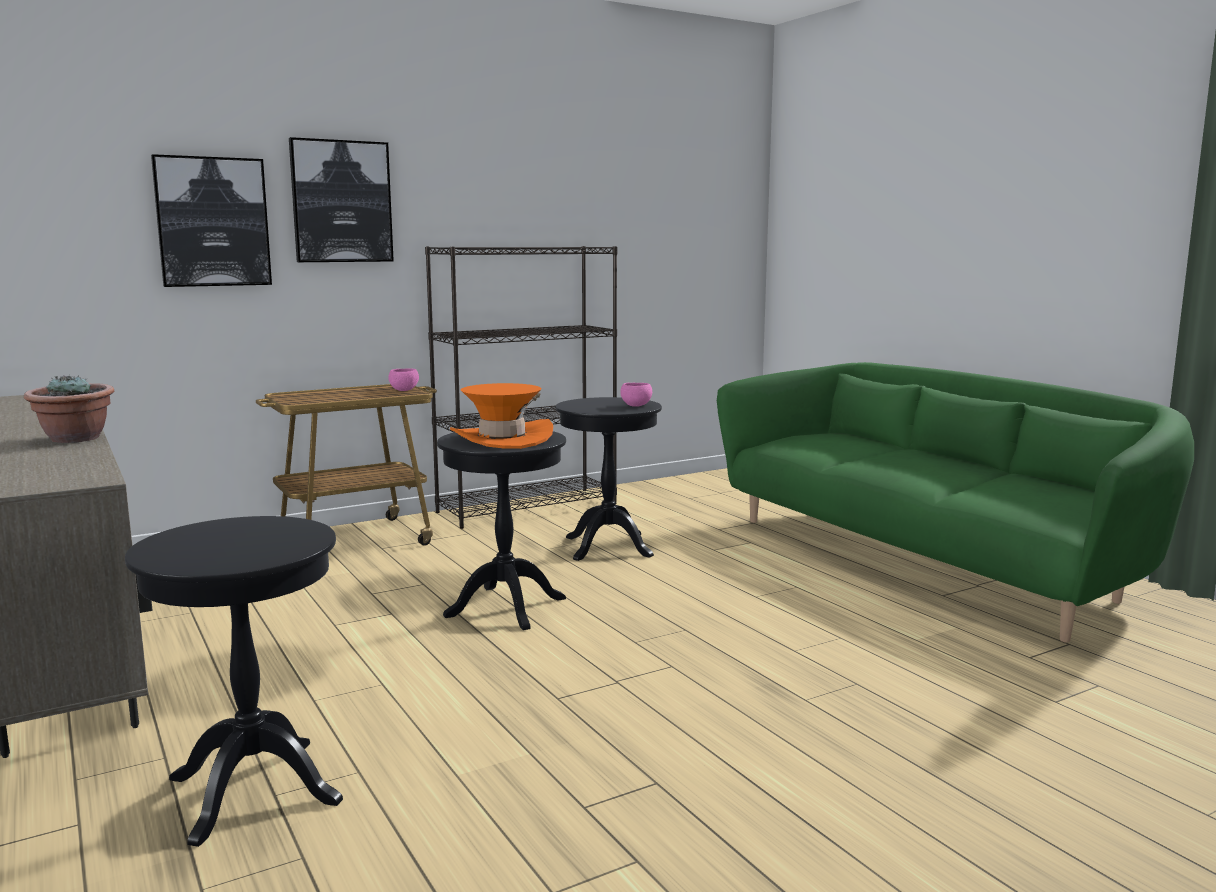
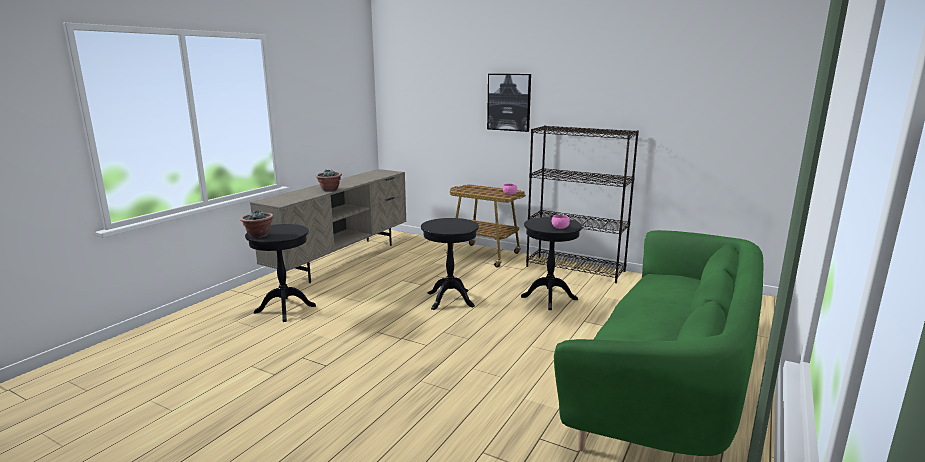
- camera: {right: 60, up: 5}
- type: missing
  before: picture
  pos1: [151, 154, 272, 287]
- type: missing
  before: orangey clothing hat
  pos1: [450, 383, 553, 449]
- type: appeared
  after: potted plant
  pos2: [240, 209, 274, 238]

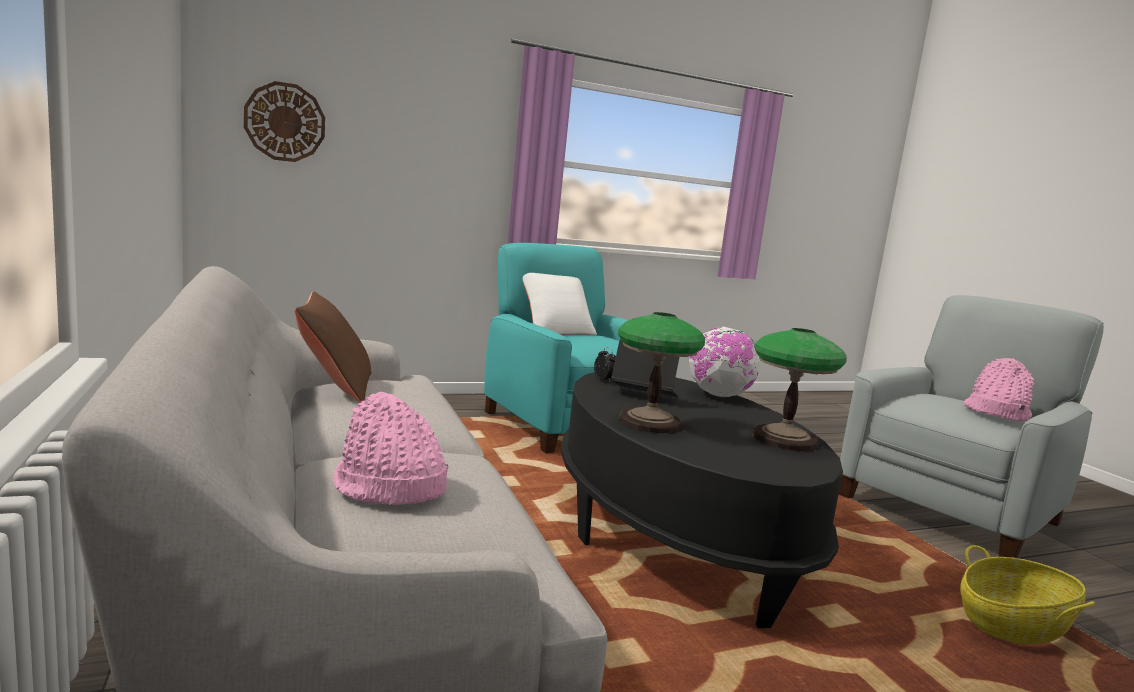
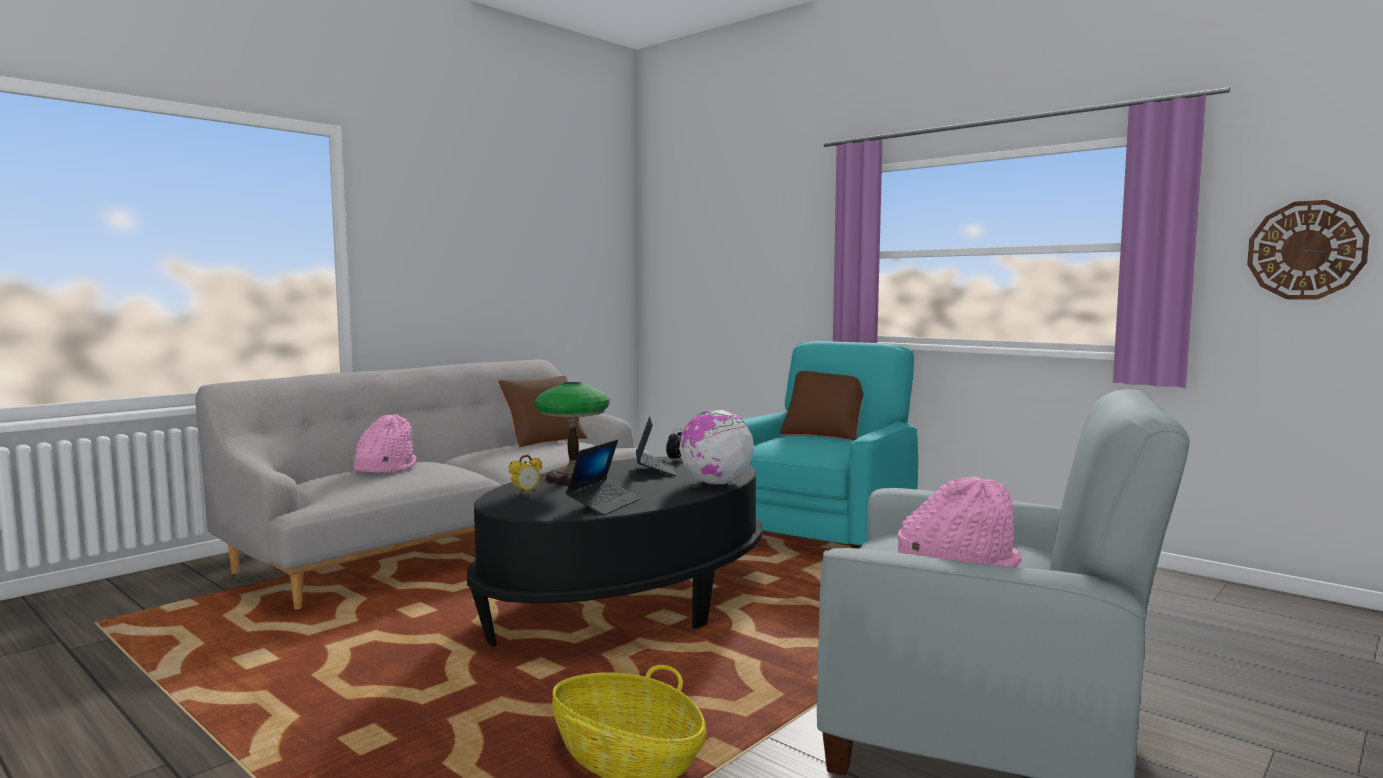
- camera: {right: 65, up: -5}
- type: relocated
  before: hanging clock
  pos1: [244, 81, 325, 162]
  pos2: [1247, 200, 1370, 300]
- type: colour
  before: whitish cushion
  after: brown-coloured cushion
  pos1: [523, 273, 597, 335]
  pos2: [780, 371, 863, 440]
- type: exchanged
  before: lamp for a table
  after: laptop
  pos1: [752, 328, 847, 451]
  pos2: [566, 440, 641, 515]
- type: appeared
  after: table clock
  pos2: [509, 455, 542, 495]

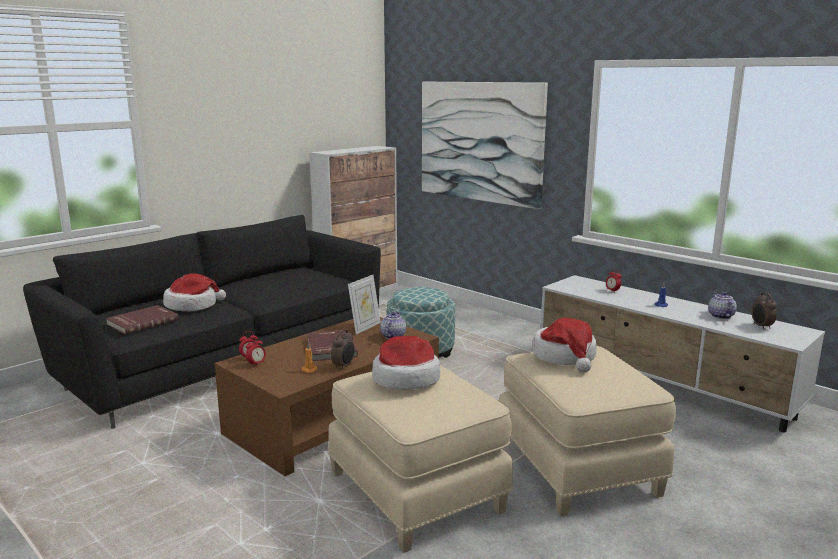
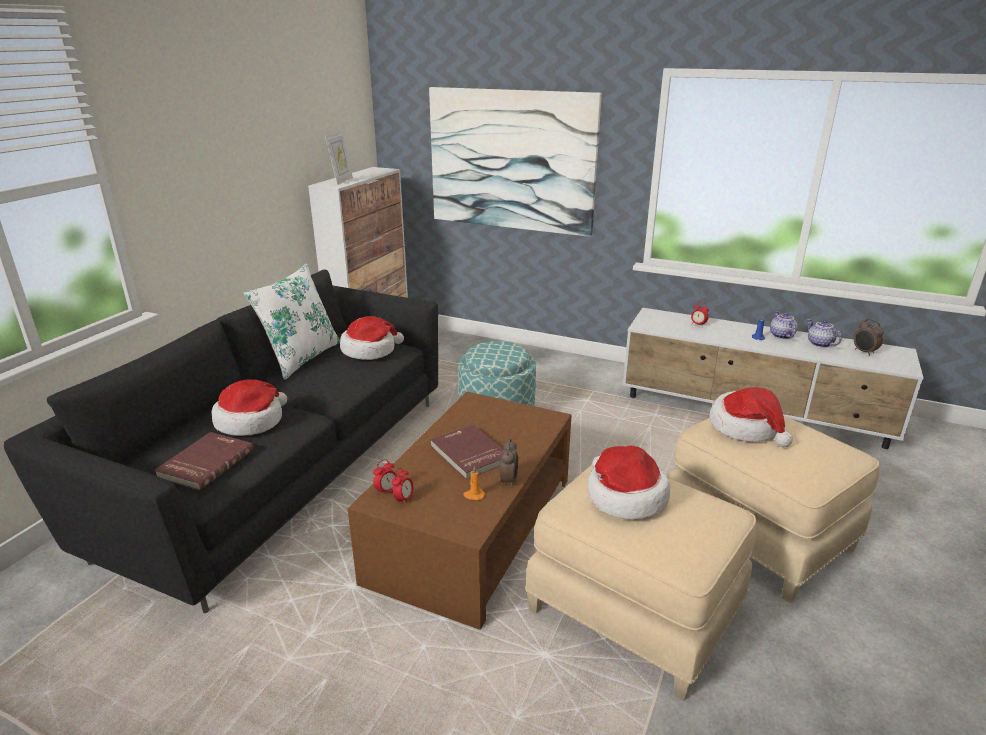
- camera: {right: -20, up: 10}
- type: relocated
  before: standing frame
  pos1: [348, 275, 381, 334]
  pos2: [325, 131, 353, 185]
- type: relocated
  before: teapot
  pos1: [380, 312, 406, 339]
  pos2: [770, 311, 798, 339]
- type: appeared
  after: whitish cushion
  pos2: [244, 264, 340, 380]
- type: appeared
  after: clothing hat
  pos2: [340, 316, 404, 360]

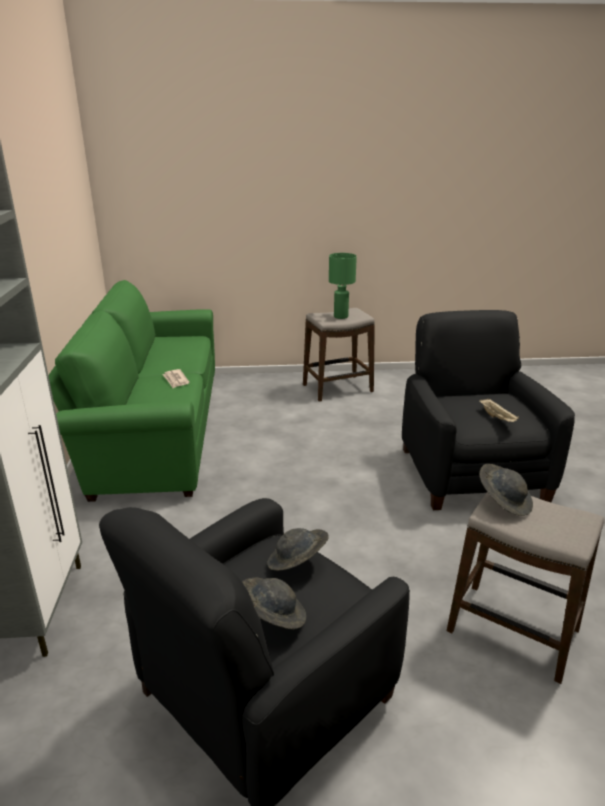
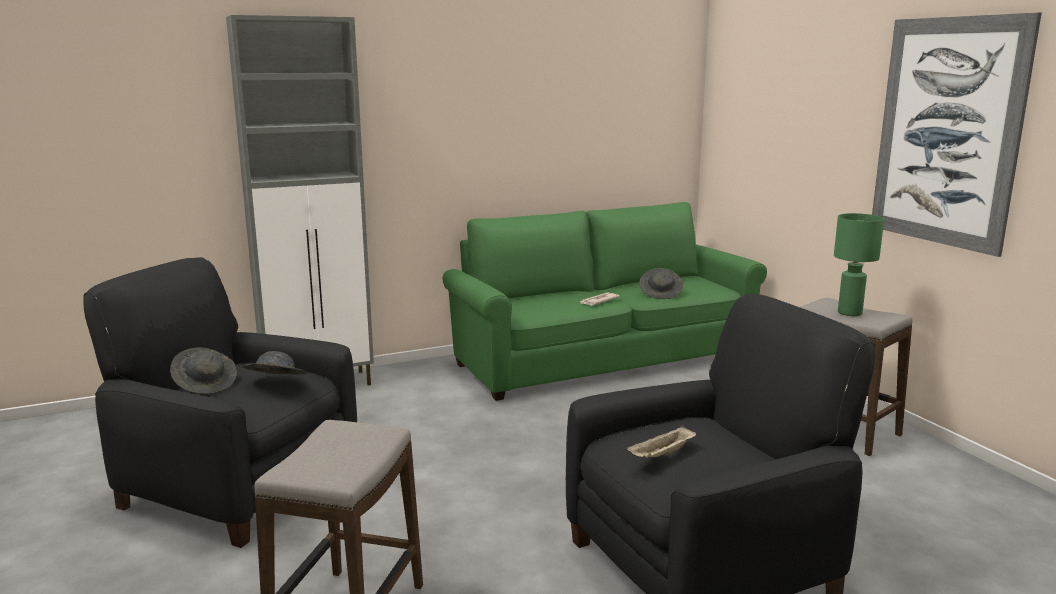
- camera: {right: 70, up: -10}
- type: relocated
  before: grey clothing hat
  pos1: [479, 464, 533, 516]
  pos2: [639, 268, 683, 299]
- type: appeared
  after: picture
  pos2: [872, 12, 1042, 257]

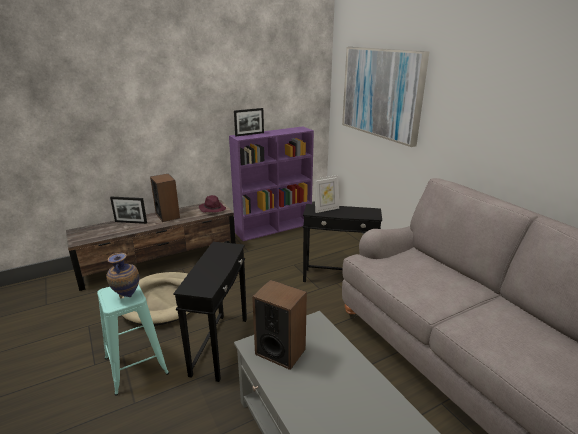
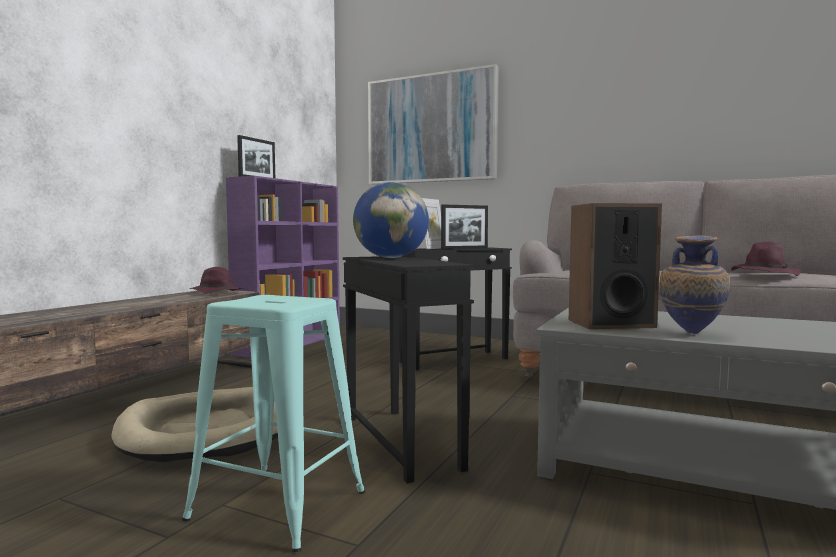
- camera: {right: -35, up: -20}
- type: missing
  before: audio speaker
  pos1: [150, 174, 180, 222]
- type: relocated
  before: standing frame
  pos1: [110, 197, 147, 224]
  pos2: [441, 204, 488, 249]
- type: relocated
  before: vase
  pos1: [106, 253, 139, 297]
  pos2: [660, 235, 730, 334]
- type: appeared
  after: globe
  pos2: [353, 182, 429, 258]
- type: appeared
  after: purplish clothing hat
  pos2: [731, 242, 801, 276]

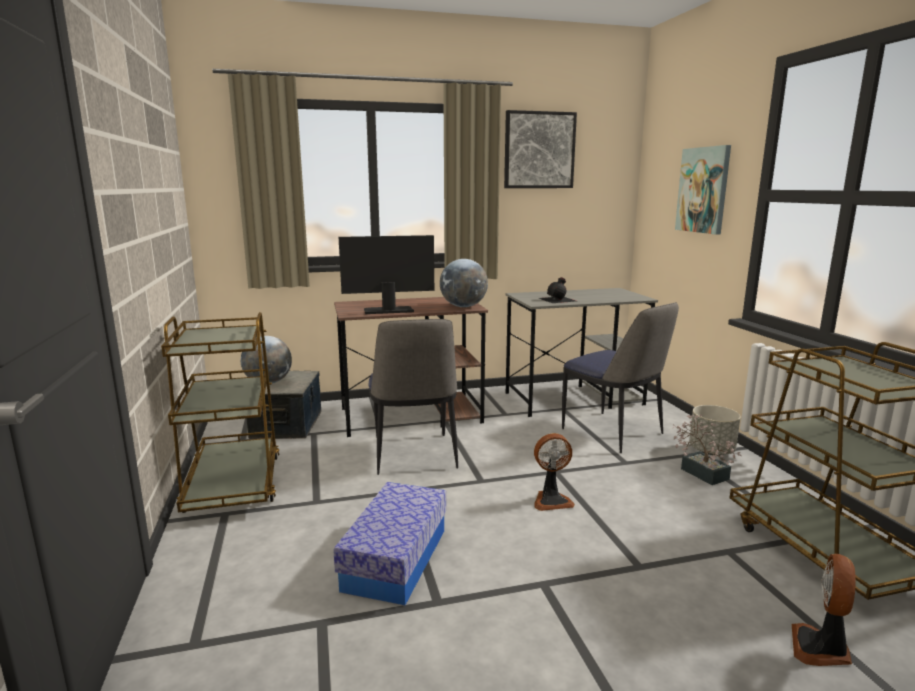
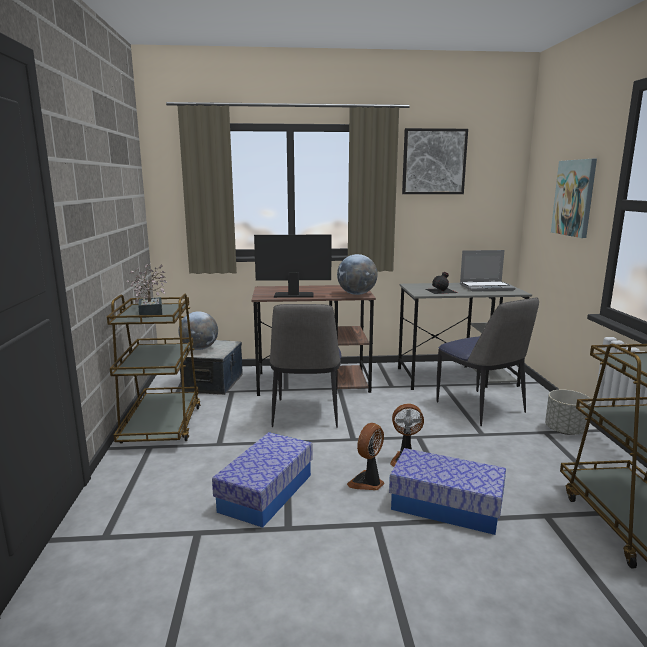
- camera: {right: 10, up: 0}
- type: relocated
  before: potted plant
  pos1: [672, 414, 742, 485]
  pos2: [127, 264, 167, 318]
- type: relocated
  before: cooling fan
  pos1: [792, 554, 856, 666]
  pos2: [347, 423, 384, 490]
- type: appeared
  after: laptop
  pos2: [460, 250, 515, 292]
- type: appeared
  after: storage box
  pos2: [389, 448, 506, 535]

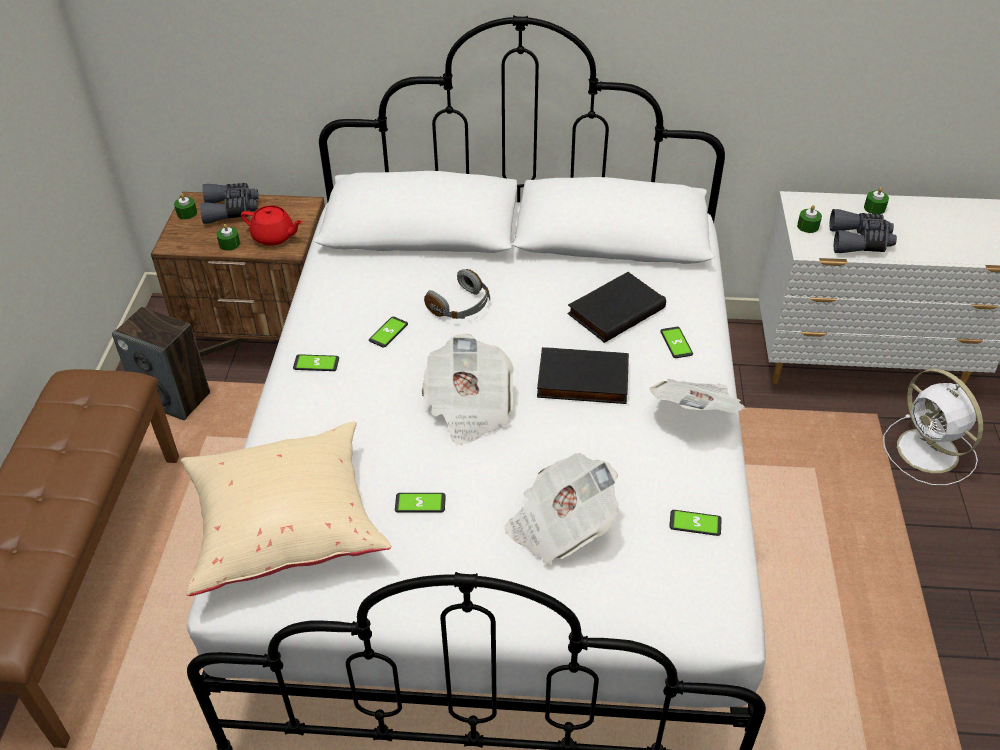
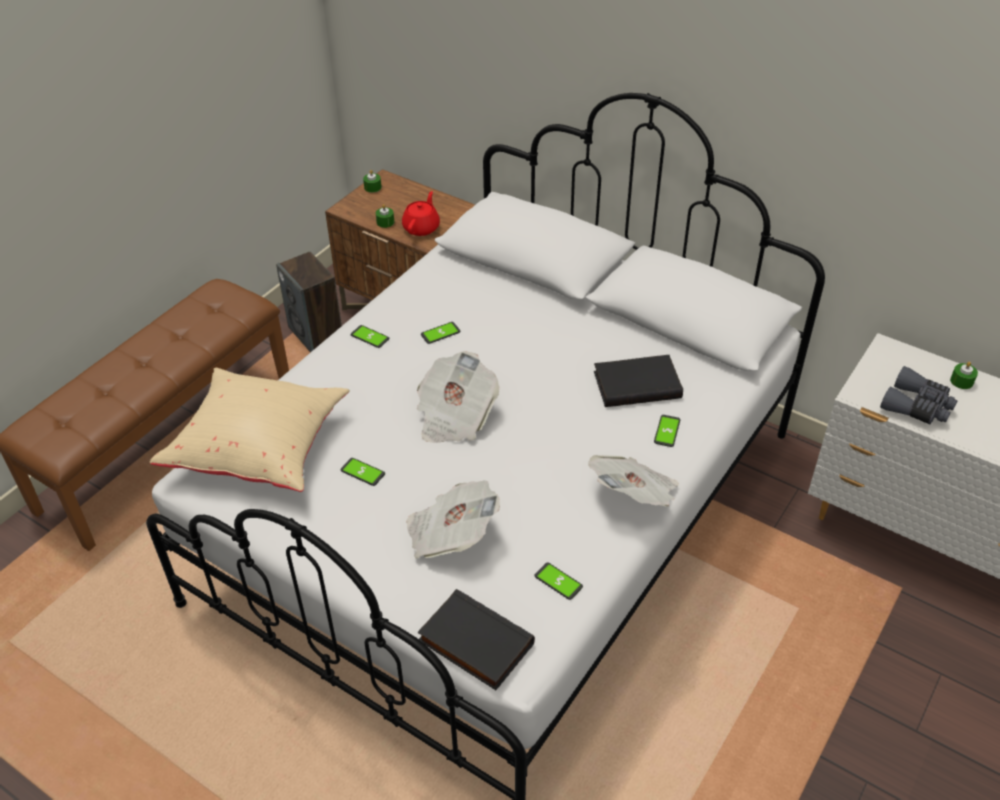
- camera: {right: 30, up: 0}
- type: missing
  before: grey pair of binoculars
  pos1: [200, 183, 259, 224]
- type: spun
  before: red-coloured teapot
  pos1: [241, 205, 303, 246]
  pos2: [402, 191, 440, 236]
  turn: -120
- type: missing
  before: green wax light
  pos1: [797, 205, 822, 233]
- type: missing
  before: grey headset
  pos1: [424, 269, 490, 319]
- type: relocated
  before: black volume
  pos1: [537, 347, 629, 404]
  pos2: [418, 589, 535, 690]
- type: missing
  before: whitish cooling fan
  pos1: [883, 369, 983, 485]

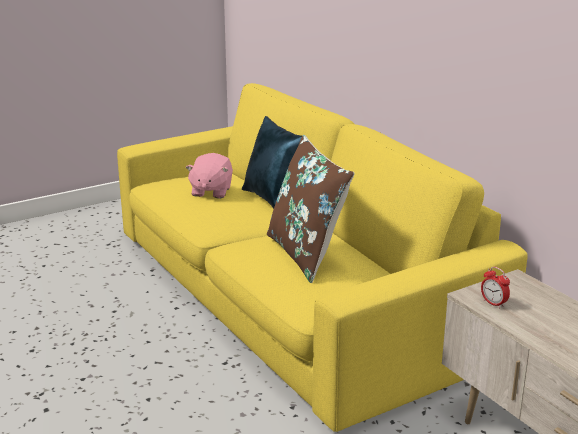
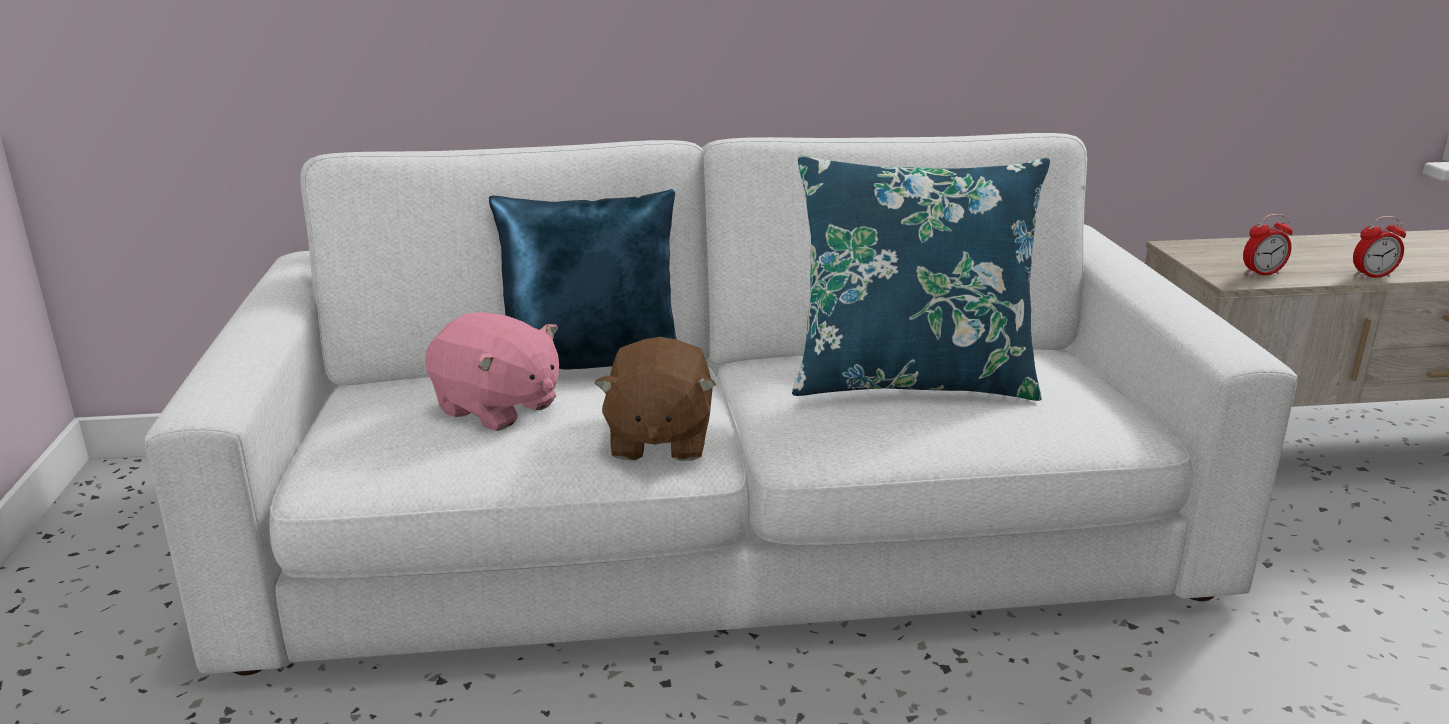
- camera: {right: -65, up: 0}
- type: colour
  before: yellow sofa
  after: whitish sofa
  pos1: [117, 83, 527, 432]
  pos2: [145, 133, 1298, 675]
- type: colour
  before: brown-coloured cushion
  after: blue cushion
  pos1: [267, 135, 354, 283]
  pos2: [792, 156, 1050, 401]
- type: appeared
  after: table clock
  pos2: [1353, 216, 1406, 279]
- type: appeared
  after: brown-coloured cuddly toy
  pos2: [595, 337, 716, 461]

